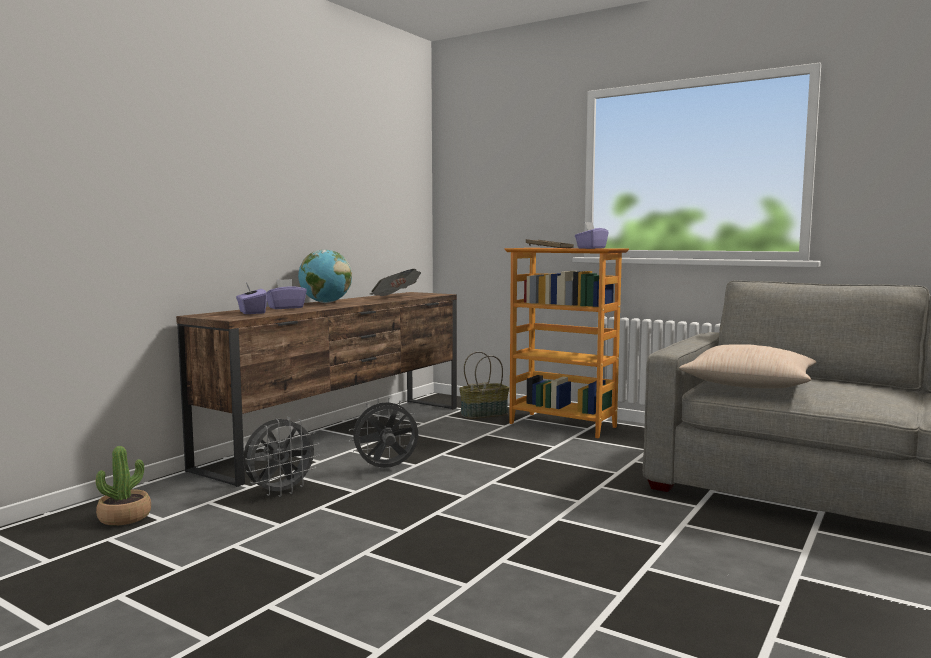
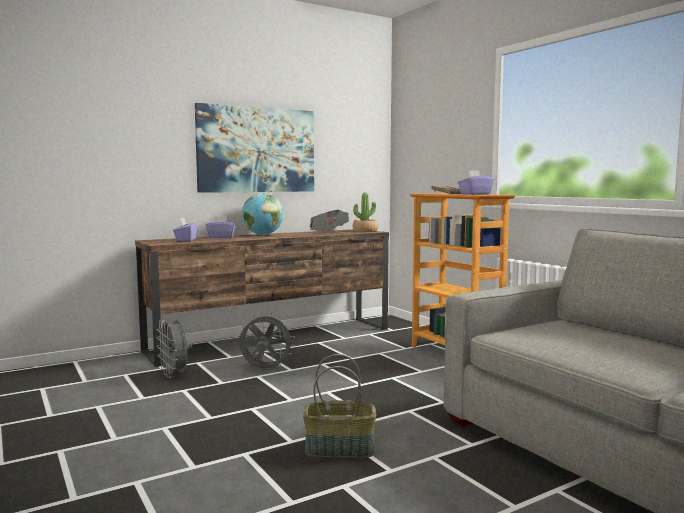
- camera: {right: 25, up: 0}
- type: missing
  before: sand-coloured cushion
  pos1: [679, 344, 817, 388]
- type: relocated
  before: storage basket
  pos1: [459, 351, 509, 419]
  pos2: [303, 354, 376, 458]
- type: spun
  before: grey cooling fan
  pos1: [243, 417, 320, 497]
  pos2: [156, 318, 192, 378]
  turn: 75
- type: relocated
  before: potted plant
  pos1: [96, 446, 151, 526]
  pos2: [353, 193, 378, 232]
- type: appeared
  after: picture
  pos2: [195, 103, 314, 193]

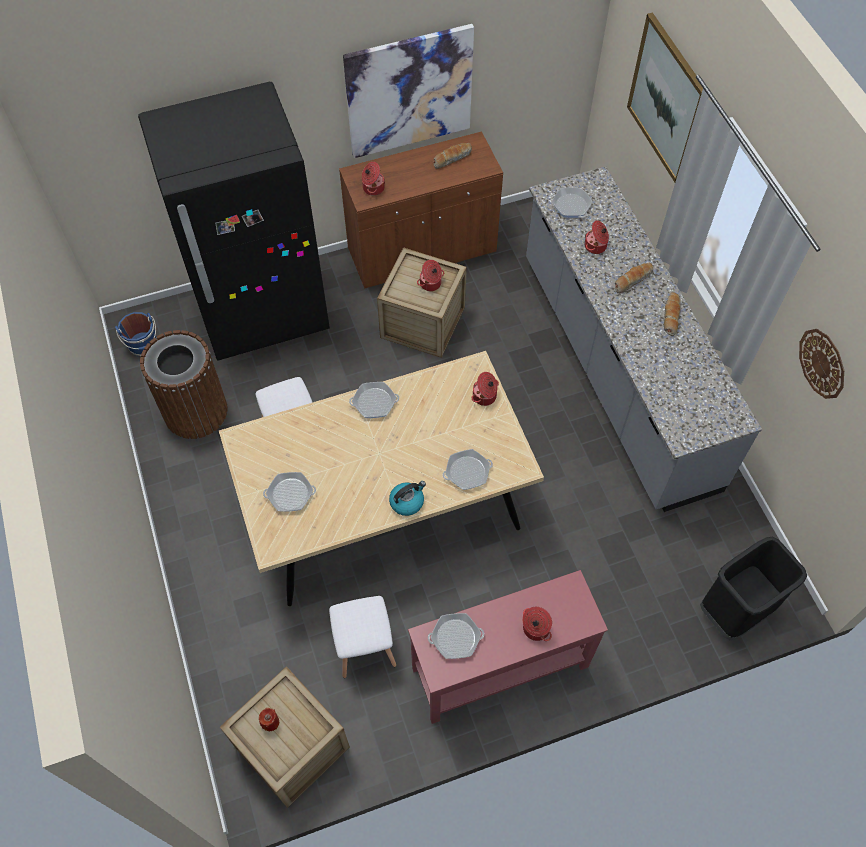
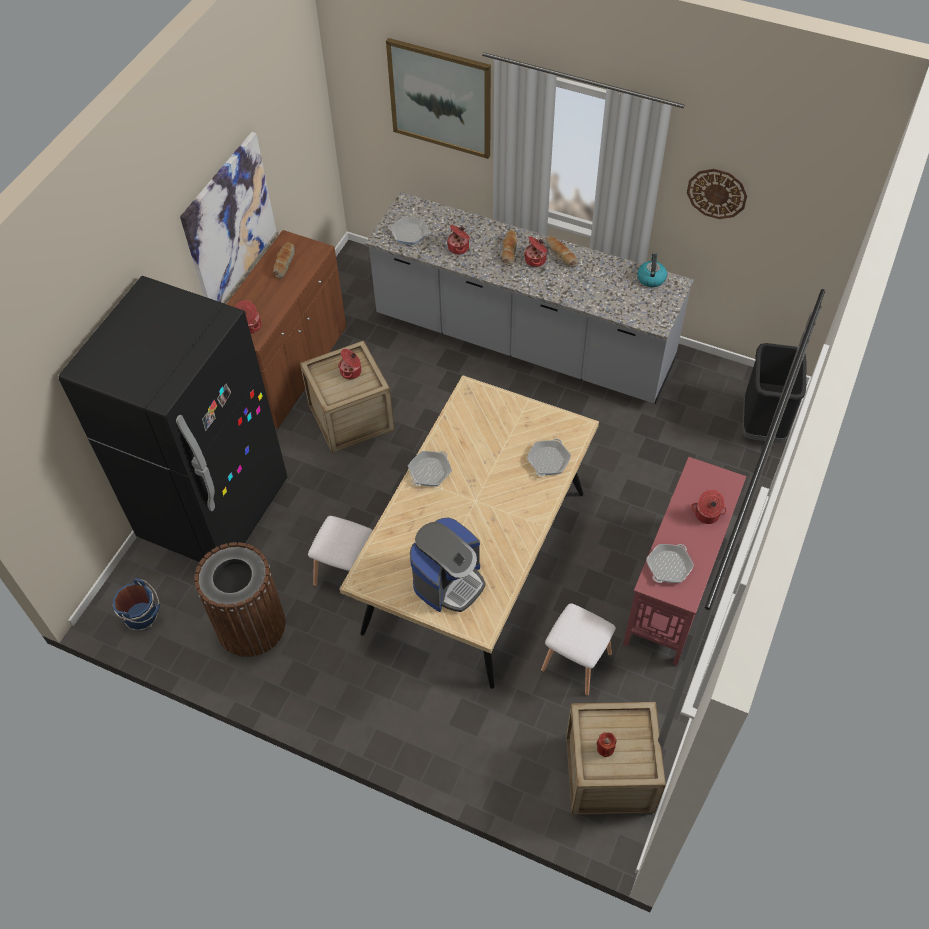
- camera: {right: -45, up: -5}
- type: relocated
  before: saucepot
  pos1: [472, 372, 499, 406]
  pos2: [524, 236, 548, 267]
- type: exchanged
  before: pan
  after: coffee brewer
  pos1: [263, 472, 316, 512]
  pos2: [410, 518, 486, 612]
- type: relocated
  before: kettle
  pos1: [389, 481, 426, 516]
  pos2: [637, 253, 667, 287]

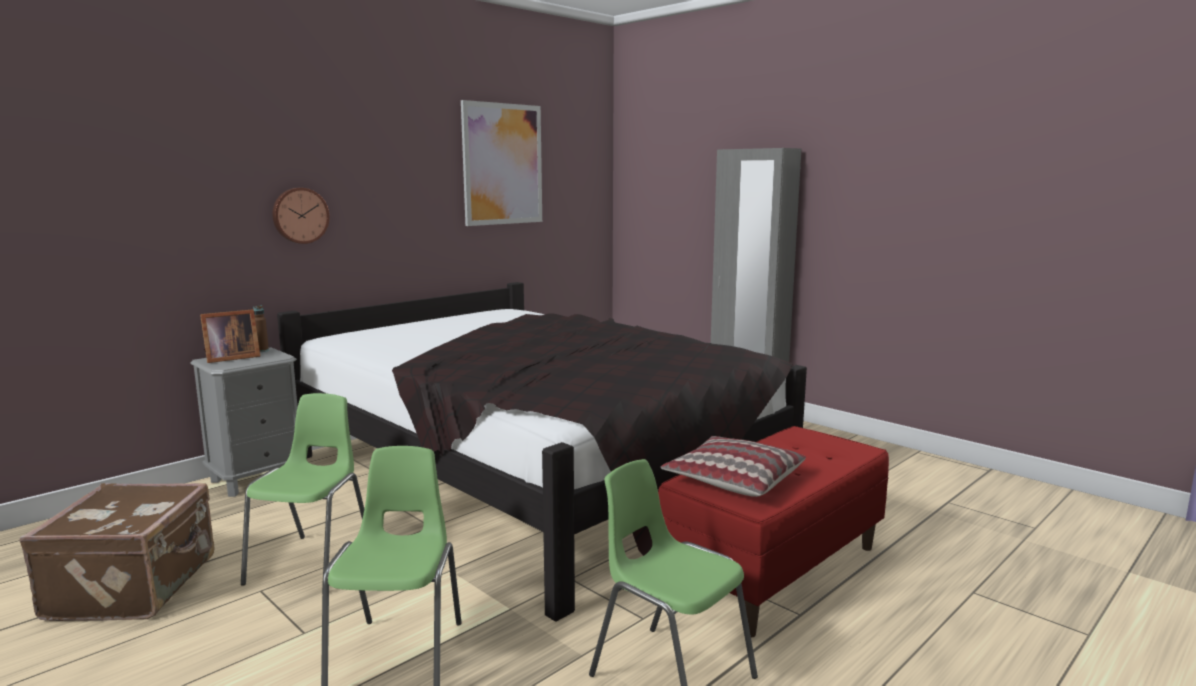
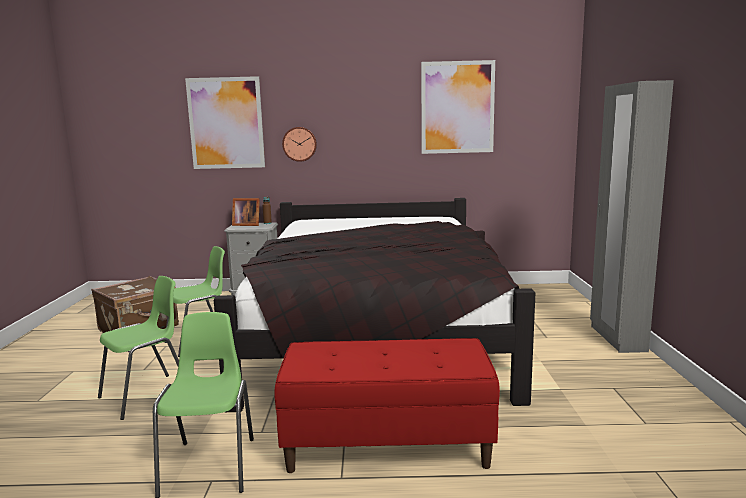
- camera: {right: 45, up: 0}
- type: missing
  before: cushion
  pos1: [661, 436, 806, 497]
- type: appeared
  after: picture
  pos2: [185, 76, 265, 169]

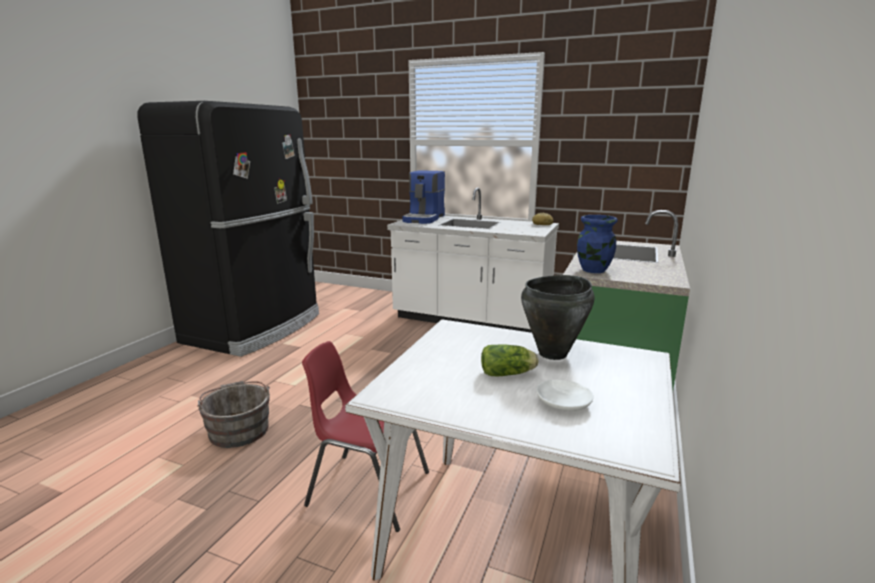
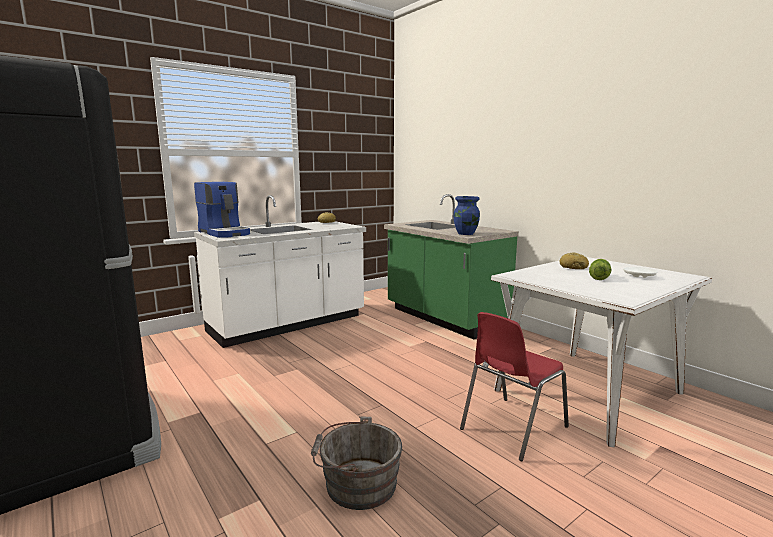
- camera: {right: -60, up: -5}
- type: exchanged
  before: black saucepot
  after: bread
  pos1: [521, 275, 595, 360]
  pos2: [560, 252, 589, 269]

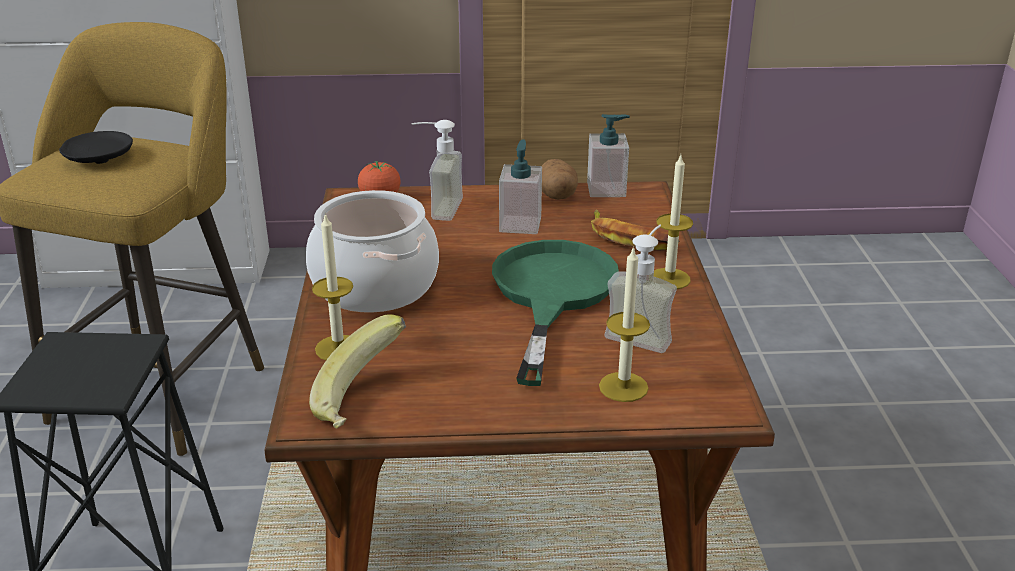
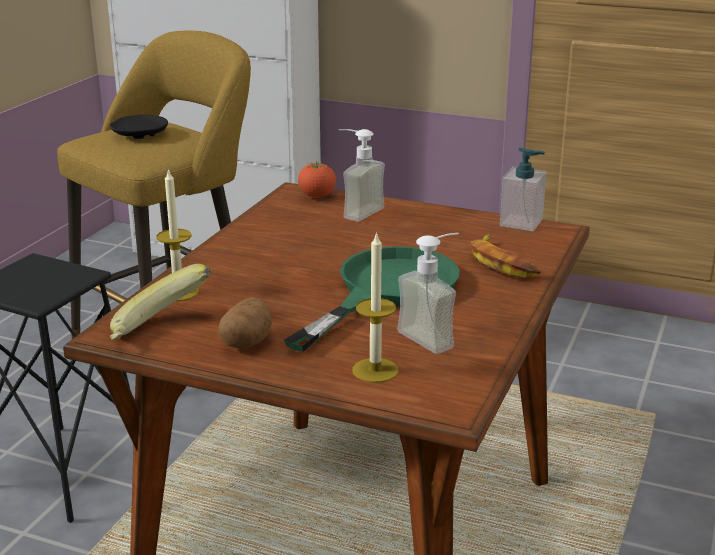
- camera: {right: 25, up: -5}
- type: missing
  before: soap bottle
  pos1: [499, 139, 542, 234]
- type: missing
  before: wax light
  pos1: [654, 155, 693, 289]
- type: relocated
  before: whole potato
  pos1: [542, 159, 578, 200]
  pos2: [218, 297, 272, 348]
- type: missing
  before: saucepot
  pos1: [306, 190, 439, 313]

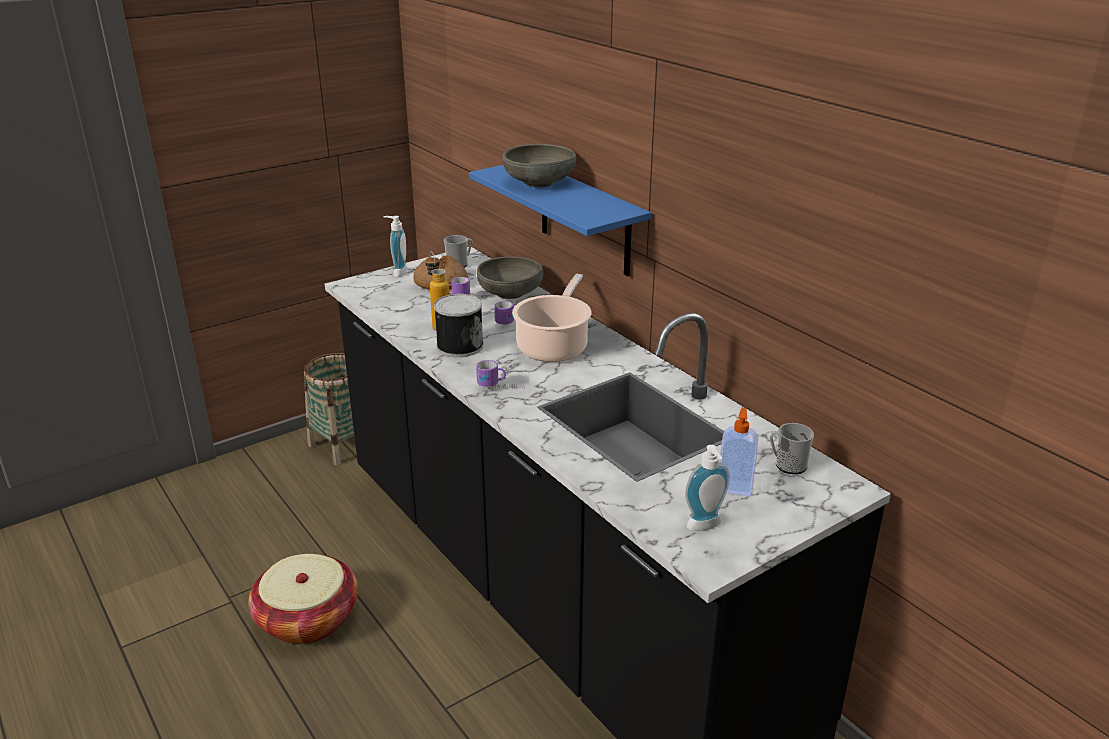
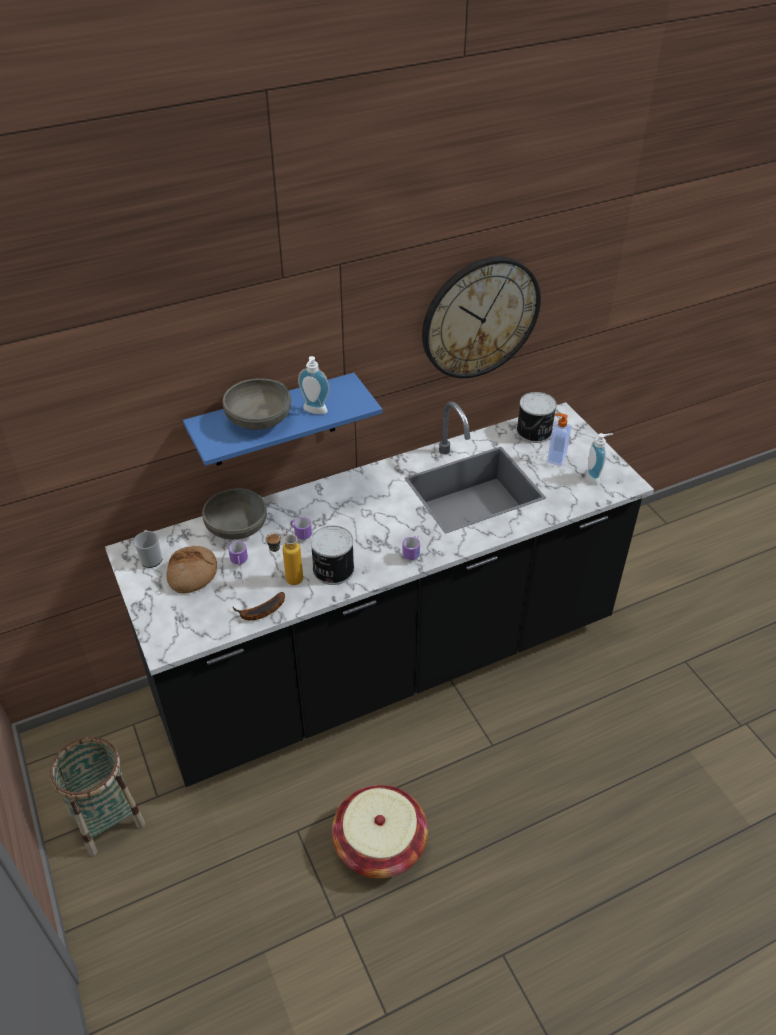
- camera: {right: -80, up: 15}
- type: relocated
  before: soap bottle
  pos1: [383, 216, 407, 277]
  pos2: [298, 356, 330, 414]
- type: missing
  before: saucepot
  pos1: [512, 274, 591, 362]
- type: exchanged
  before: mug
  after: metal can
  pos1: [770, 423, 814, 474]
  pos2: [516, 392, 557, 443]
- type: appeared
  after: hanging clock
  pos2: [422, 257, 541, 378]
- type: appeared
  after: whole banana
  pos2: [233, 592, 285, 621]

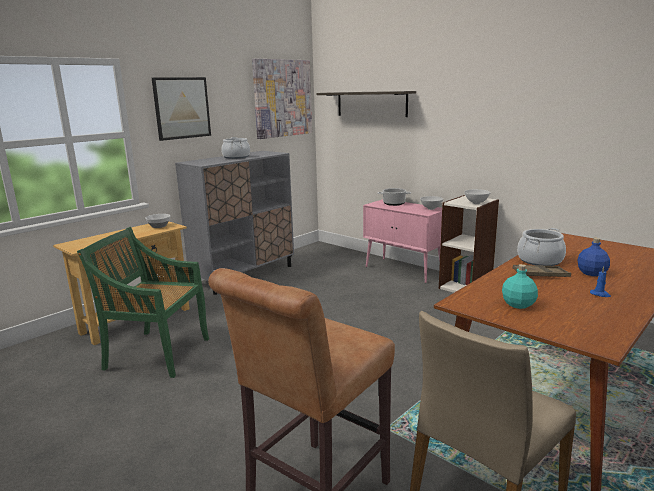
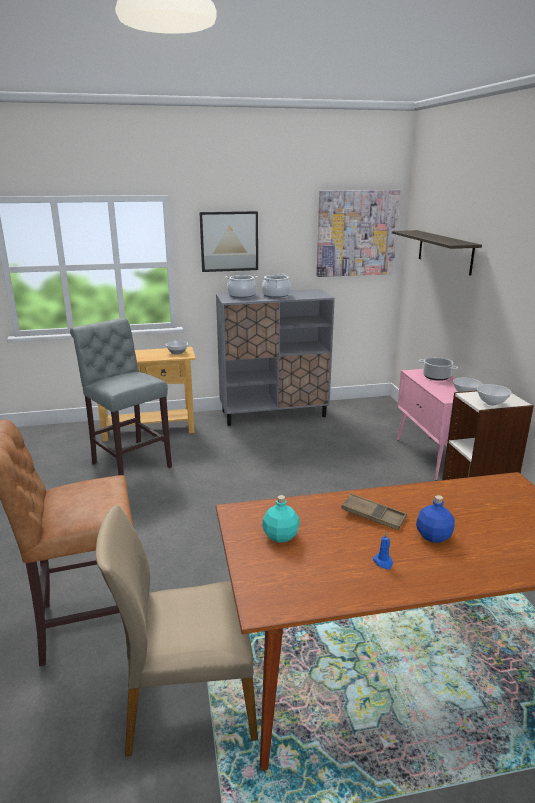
- camera: {right: 35, up: 5}
- type: exchanged
  before: green chair
  after: grey sitting stool
  pos1: [77, 227, 209, 378]
  pos2: [70, 318, 172, 475]
- type: relocated
  before: saucepot
  pos1: [517, 228, 566, 266]
  pos2: [225, 275, 258, 298]

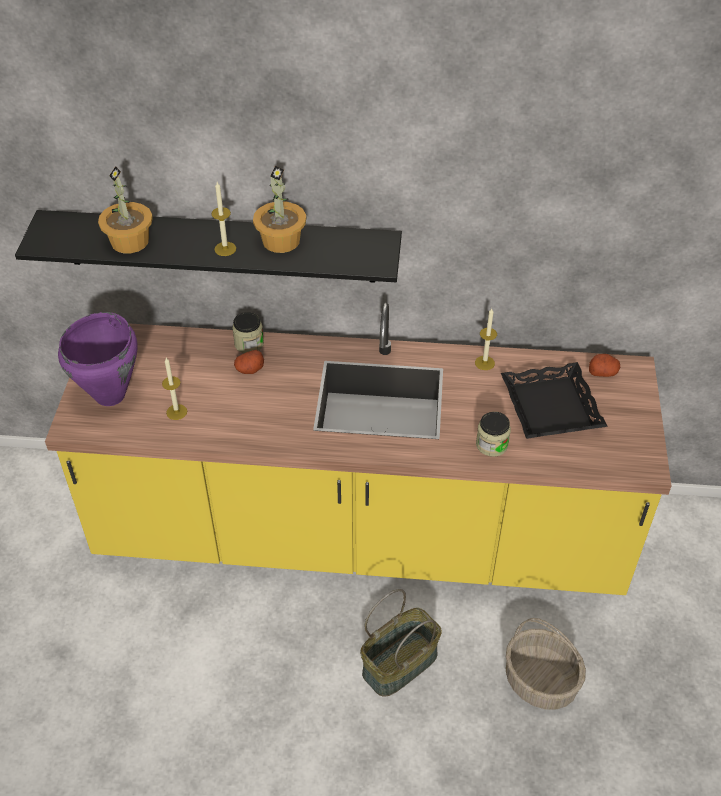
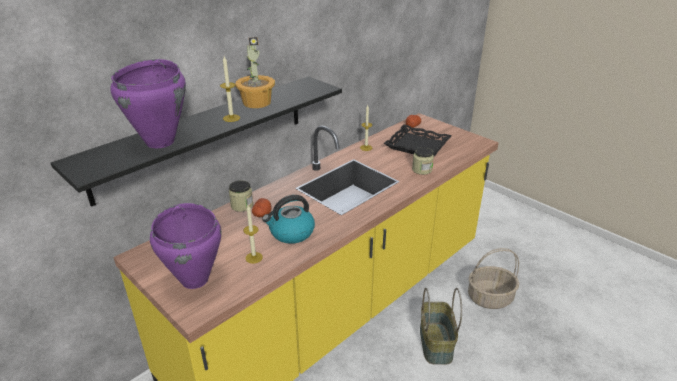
- camera: {right: -50, up: -15}
- type: exchanged
  before: potted plant
  after: purplish saucepot
  pos1: [98, 166, 153, 254]
  pos2: [110, 59, 186, 148]
- type: appeared
  after: kettle
  pos2: [262, 195, 315, 244]

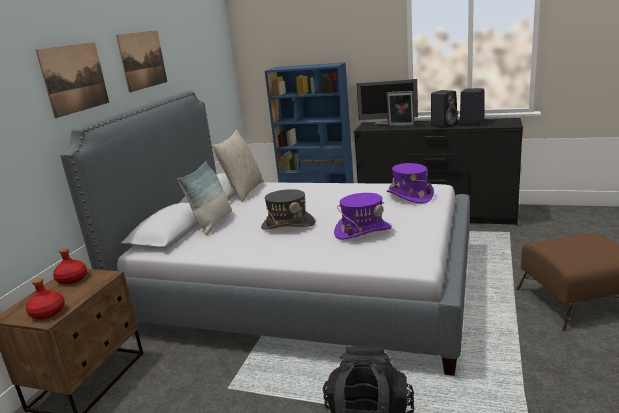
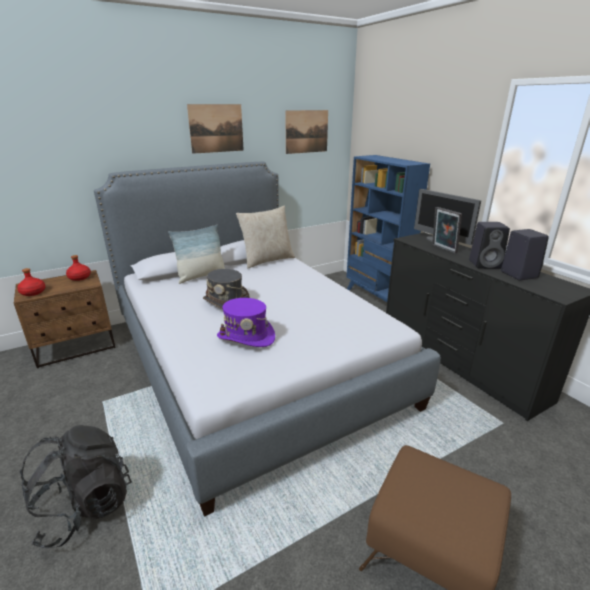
- camera: {right: 40, up: 5}
- type: relocated
  before: picture
  pos1: [36, 42, 109, 118]
  pos2: [285, 110, 328, 154]
- type: missing
  before: purplish clothing hat
  pos1: [387, 163, 434, 203]

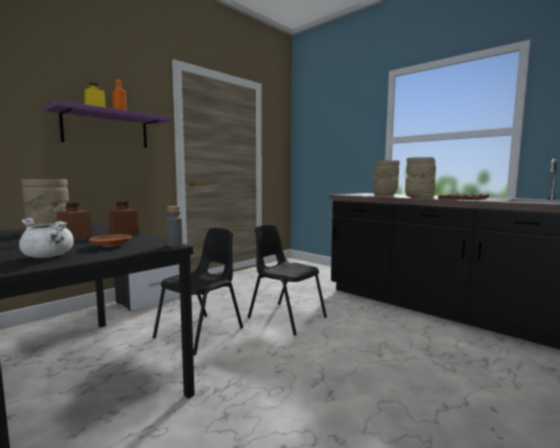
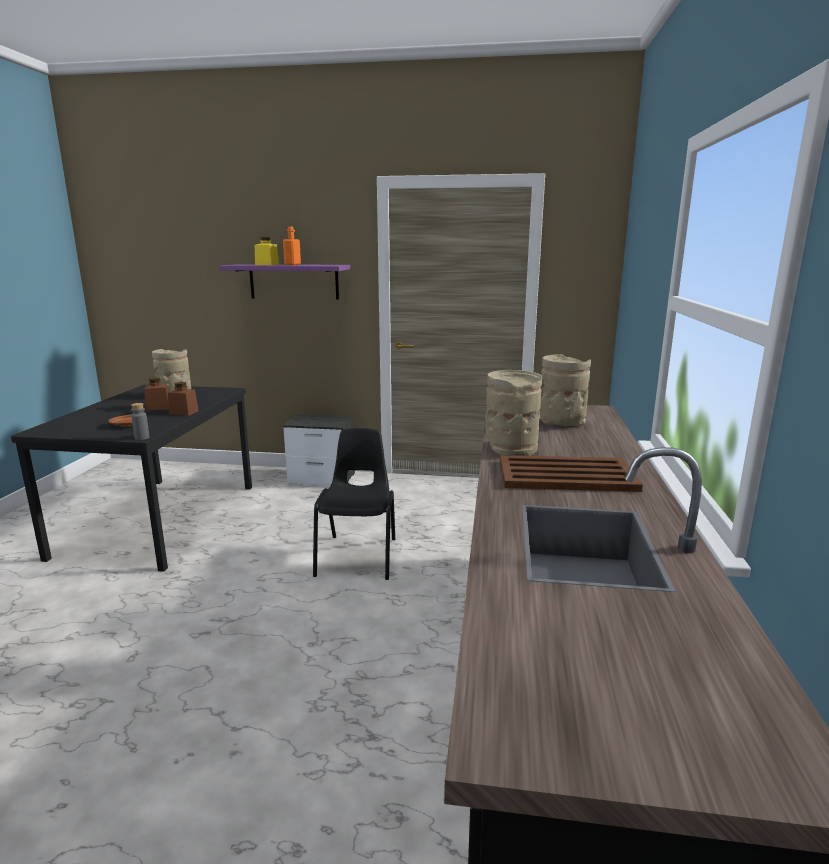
- camera: {right: 55, up: 10}
- type: missing
  before: whitish saucepot
  pos1: [19, 217, 74, 258]
- type: missing
  before: black chair
  pos1: [153, 228, 243, 355]

